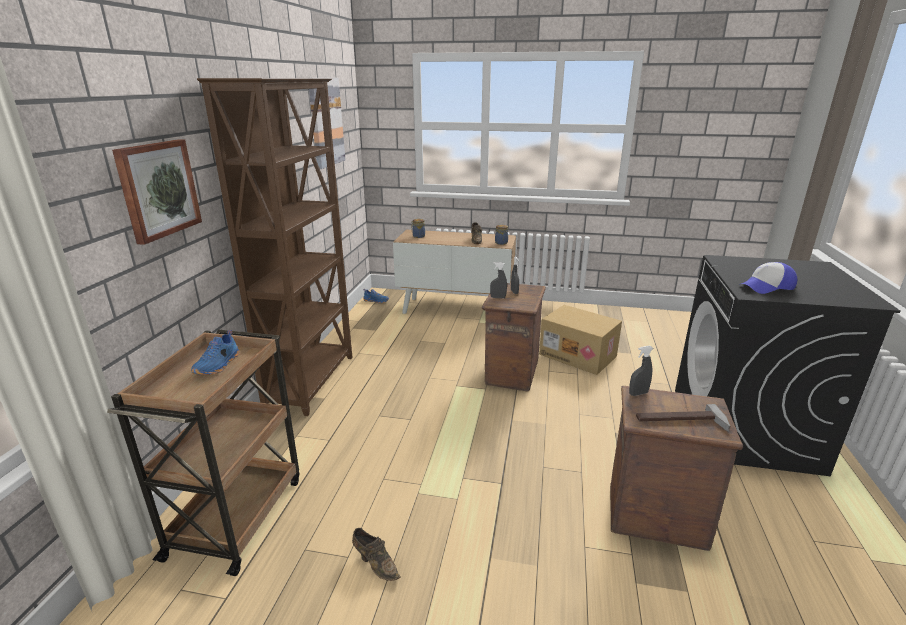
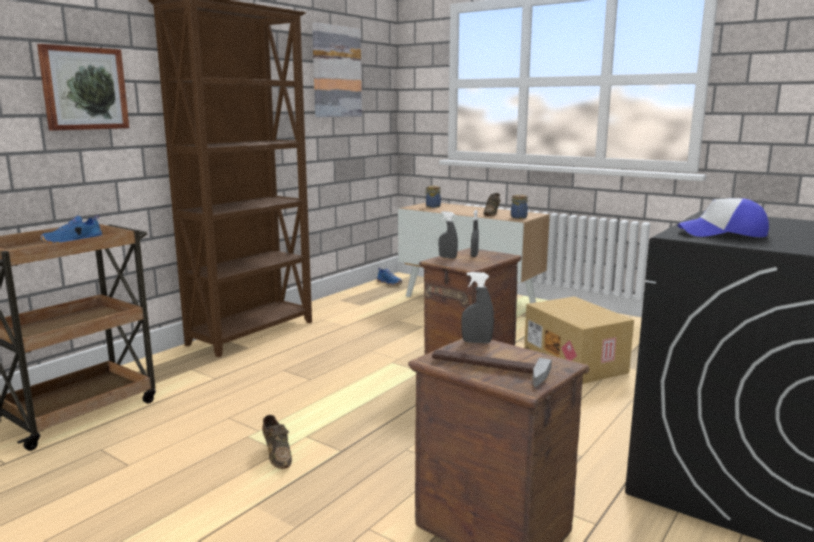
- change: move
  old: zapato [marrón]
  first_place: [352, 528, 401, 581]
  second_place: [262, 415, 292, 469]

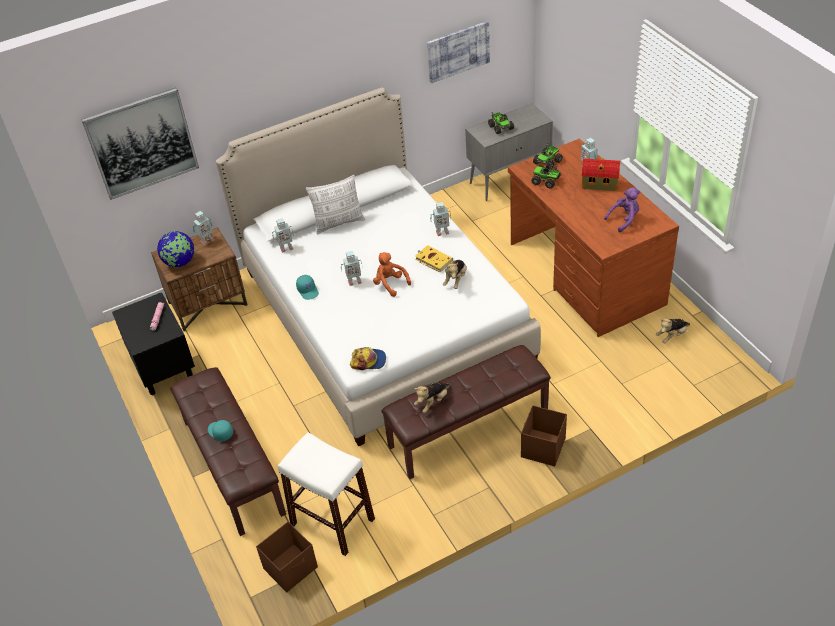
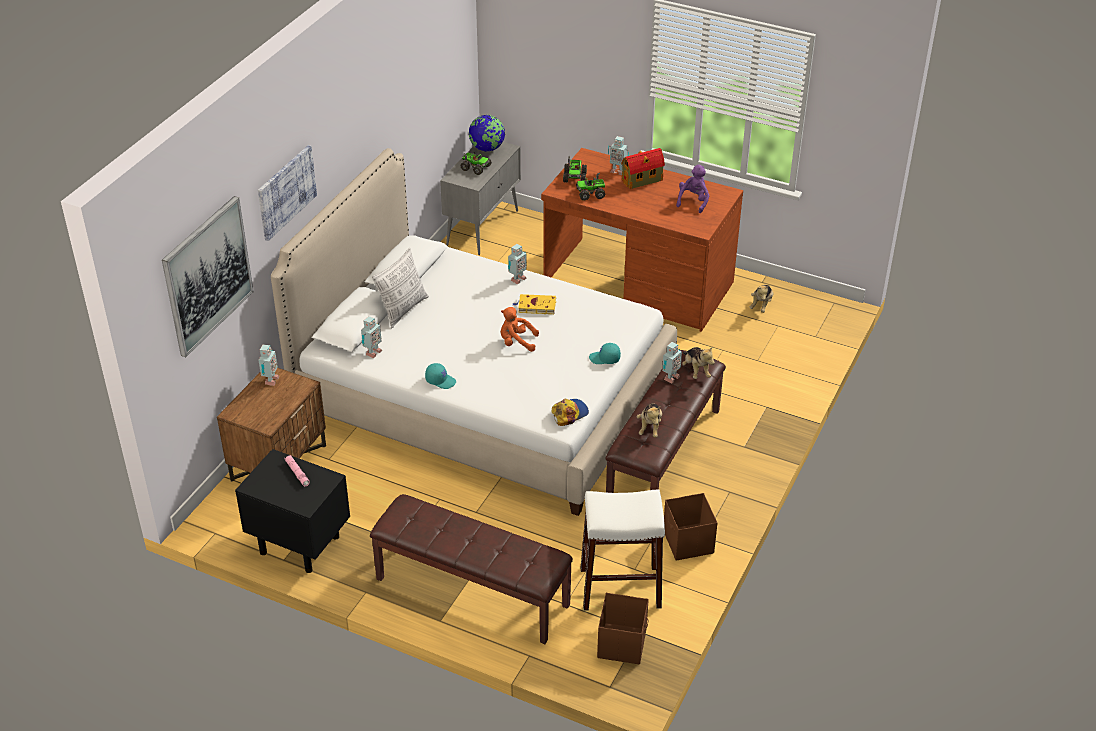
- change: move
  old: cuadro
  first_place: [427, 21, 490, 83]
  second_place: [258, 145, 317, 241]
- change: move
  old: globo terráqueo
  first_place: [157, 231, 194, 267]
  second_place: [469, 115, 505, 151]
- change: move
  old: robot de juguete
  first_place: [341, 251, 363, 286]
  second_place: [662, 342, 682, 384]
- change: move
  old: peluche
  first_place: [443, 260, 467, 289]
  second_place: [682, 346, 715, 379]
- change: move
  old: caja de almacenaje [marrón]
  first_place: [521, 405, 567, 466]
  second_place: [664, 493, 717, 561]
- change: move
  old: gorra [turquesa]
  first_place: [208, 420, 233, 441]
  second_place: [589, 343, 621, 364]

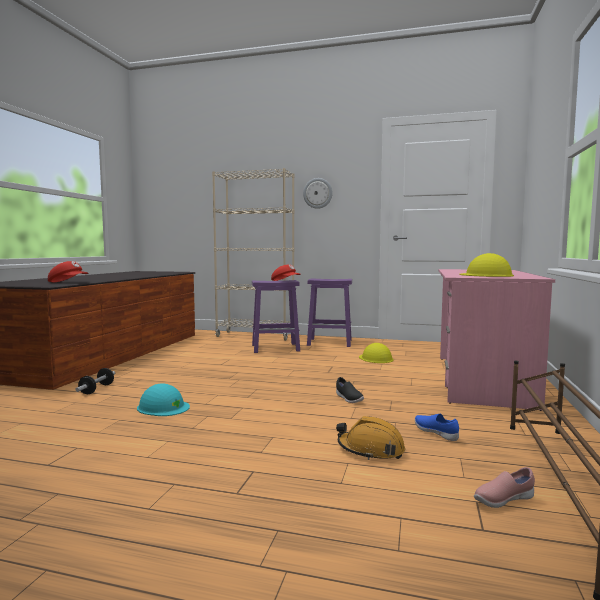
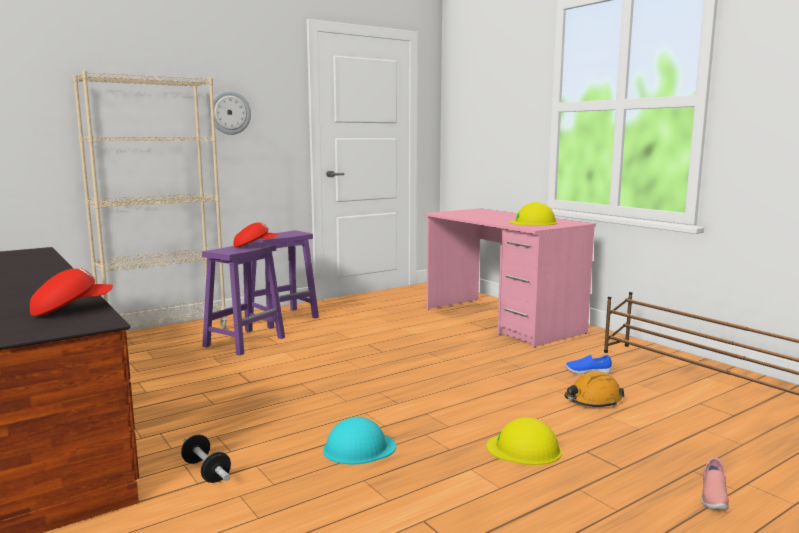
- change: move
  old: casco [amarillo]
  first_place: [359, 343, 394, 363]
  second_place: [487, 417, 562, 465]
- change: delete
  old: zapato [negro]
  first_place: [336, 377, 364, 403]
- change: move
  old: zapato [rosa]
  first_place: [474, 467, 535, 508]
  second_place: [701, 457, 729, 510]

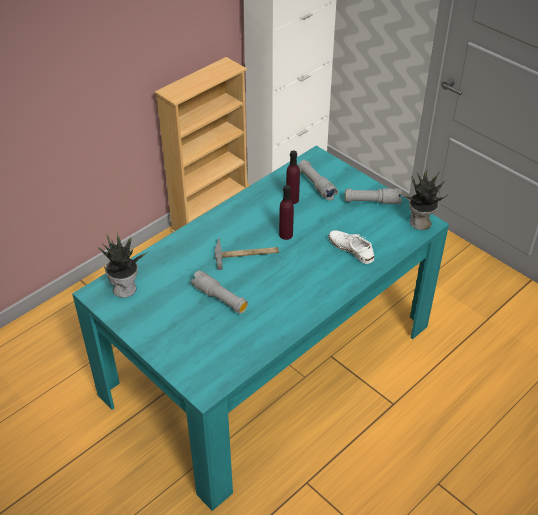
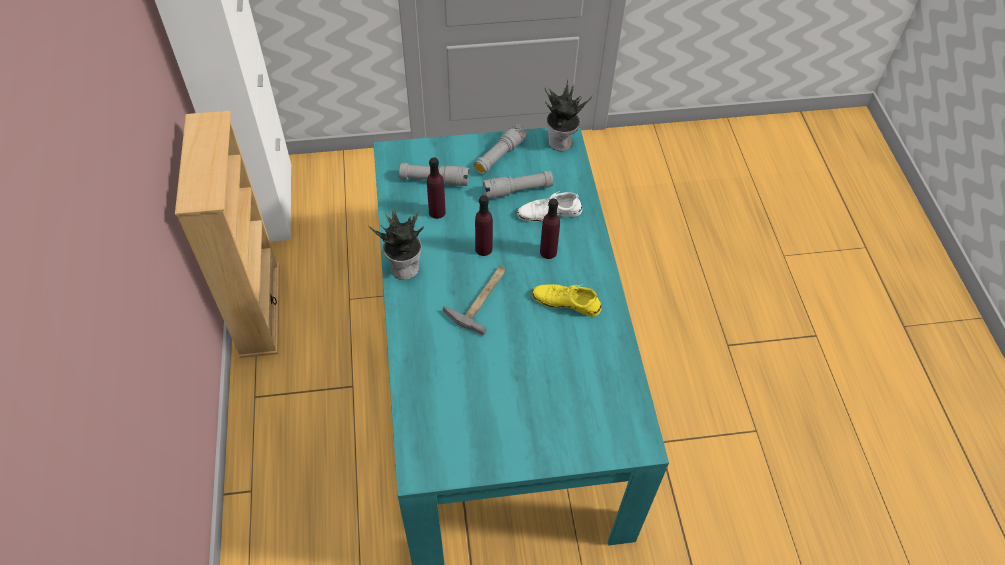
- change: move
  old: planta en maceta
  first_place: [98, 232, 148, 298]
  second_place: [368, 208, 424, 280]
- change: move
  old: linterna [gris]
  first_place: [191, 271, 248, 314]
  second_place: [483, 171, 553, 199]
- change: insert
  new: botella [morado]
  second_place: [540, 198, 560, 259]
- change: insert
  new: zapato [amarillo]
  second_place: [532, 284, 601, 317]

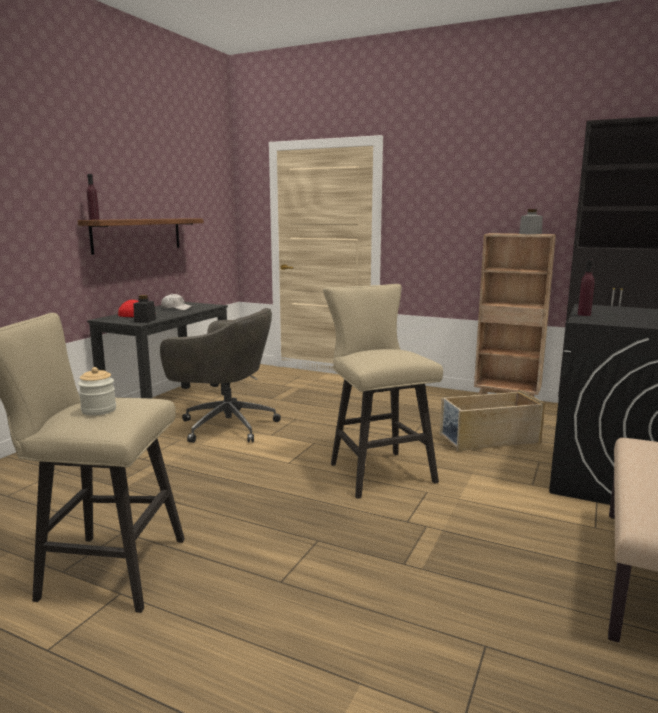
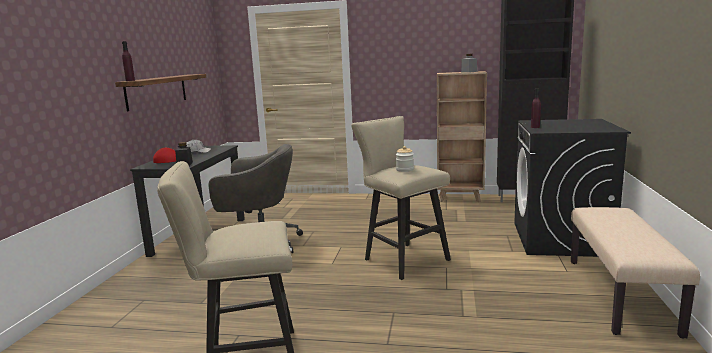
- change: move
  old: tarro
  first_place: [78, 367, 116, 416]
  second_place: [396, 146, 414, 172]
- change: delete
  old: caja de almacenaje [beis]
  first_place: [440, 390, 545, 451]

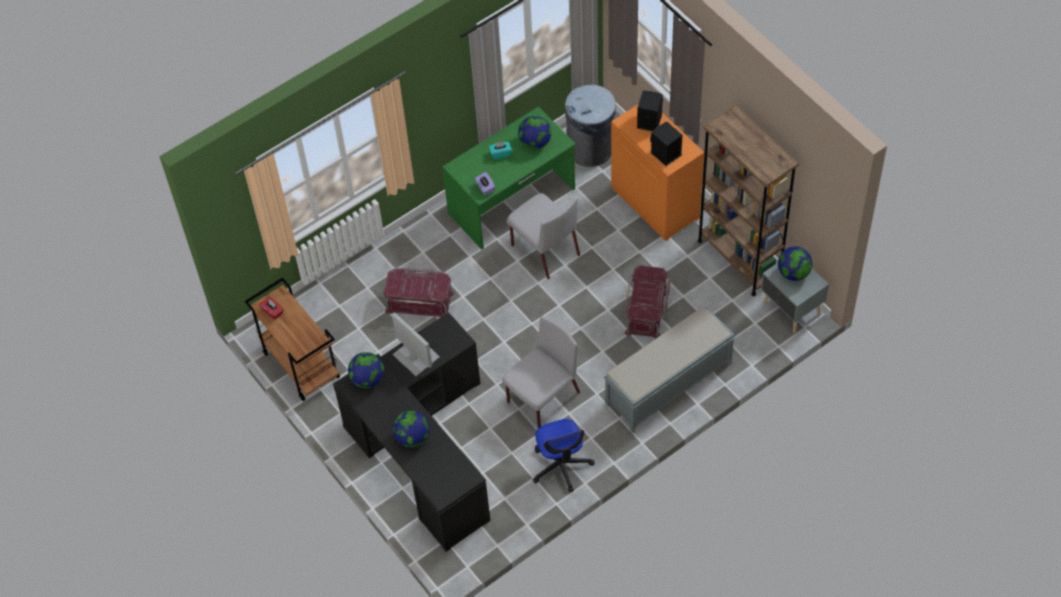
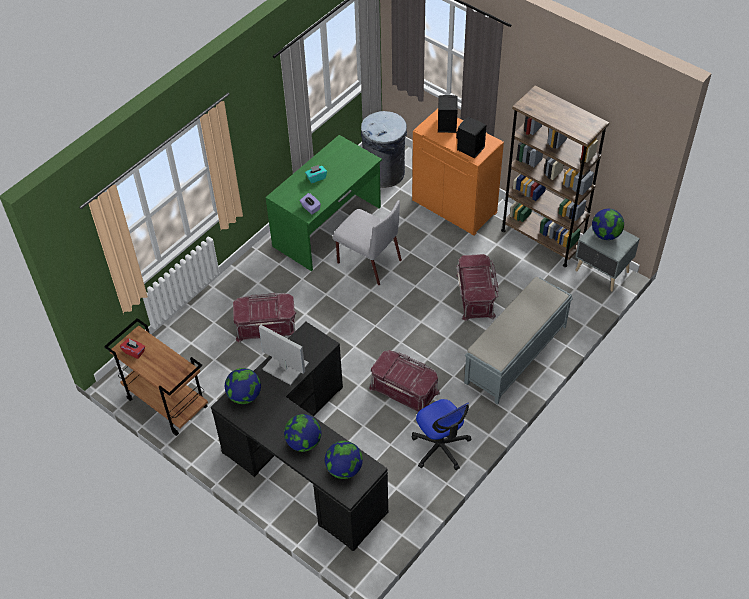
- change: move
  old: globo terráqueo
  first_place: [518, 116, 551, 149]
  second_place: [325, 441, 363, 479]
- change: replace
  old: silla [gris]
  new: caja de almacenaje [rojo]
  first_place: [502, 316, 580, 428]
  second_place: [369, 350, 440, 412]

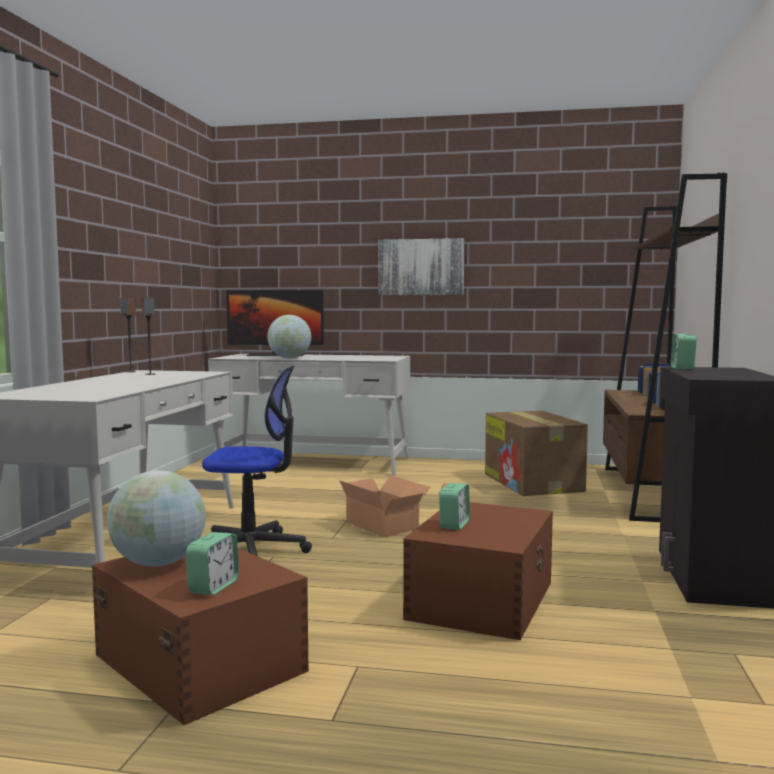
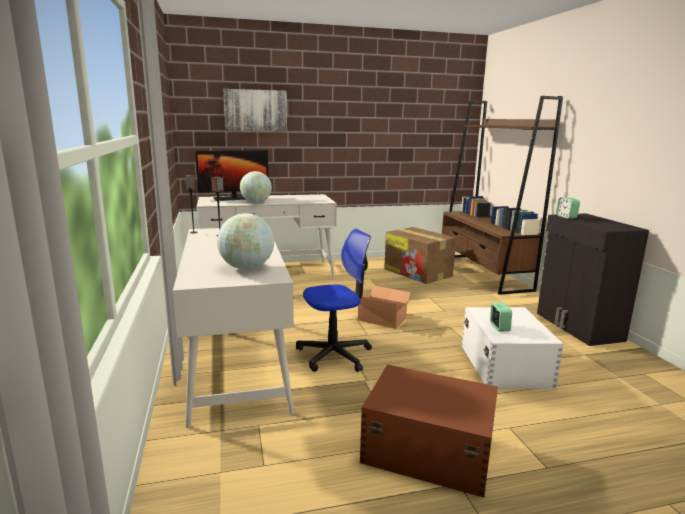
- change: move
  old: cuadro
  first_place: [378, 238, 464, 295]
  second_place: [224, 89, 287, 132]
- change: move
  old: globo terráqueo
  first_place: [107, 470, 206, 567]
  second_place: [217, 213, 274, 270]
- change: recolor
  old: caja de almacenaje [marrón]
  new: caja de almacenaje [blanco]
  first_place: [403, 502, 553, 640]
  second_place: [462, 307, 563, 389]
- change: delete
  old: despertador
  first_place: [186, 532, 239, 595]

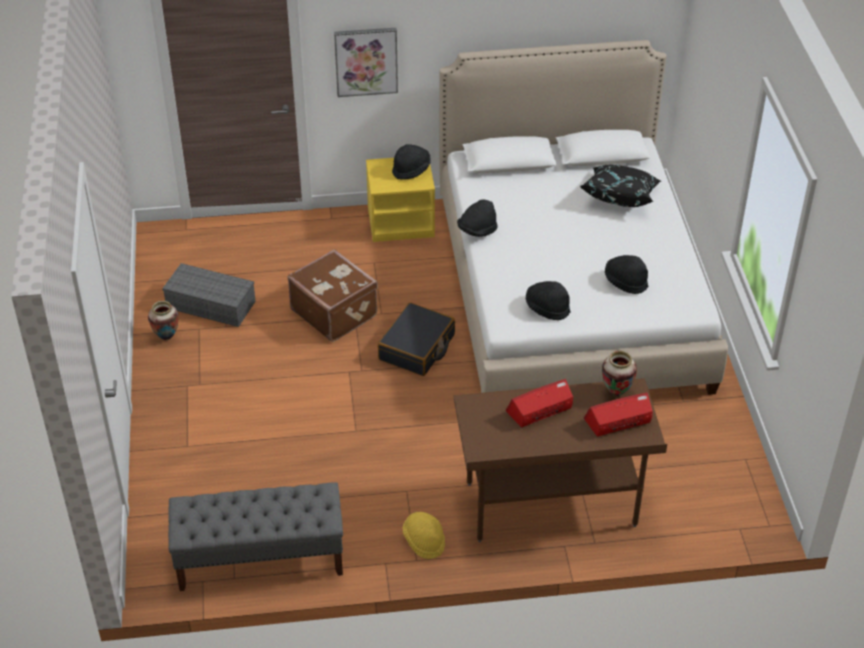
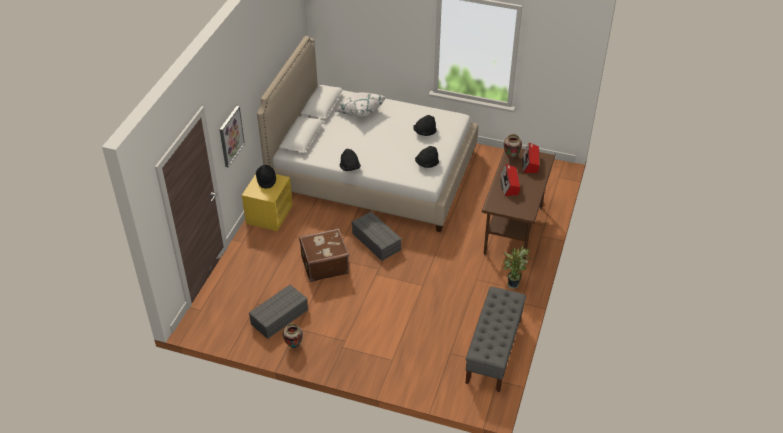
- change: recolor
  old: cojín [negro]
  new: cojín [blanco]
  first_place: [580, 165, 661, 207]
  second_place: [334, 92, 386, 117]
- change: replace
  old: maleta [negro]
  new: caja de almacenaje [gris]
  first_place: [378, 302, 455, 376]
  second_place: [352, 211, 402, 261]
- change: replace
  old: sombrero [amarillo]
  new: planta en maceta
  first_place: [402, 512, 445, 559]
  second_place: [503, 245, 531, 289]

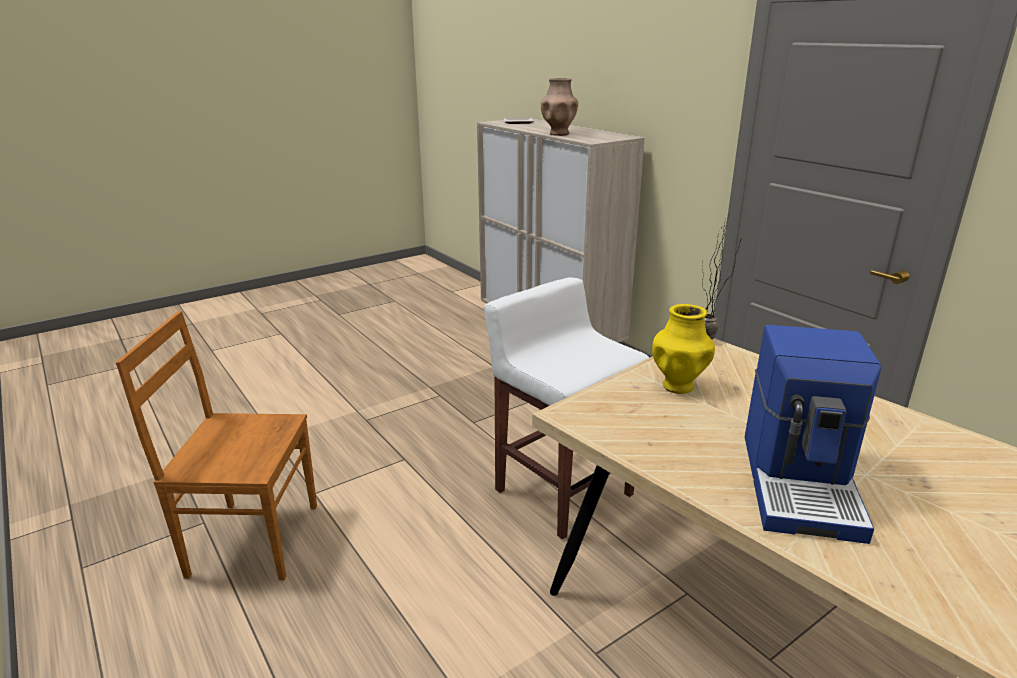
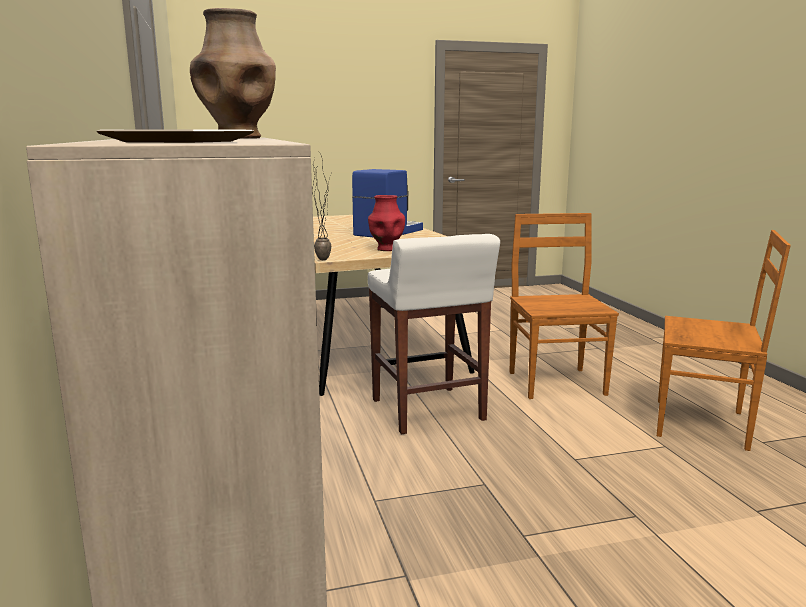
- change: recolor
  old: florero [amarillo]
  new: florero [rojo]
  first_place: [652, 304, 715, 394]
  second_place: [368, 195, 405, 251]
- change: insert
  new: silla [marrón]
  second_place: [509, 213, 619, 399]

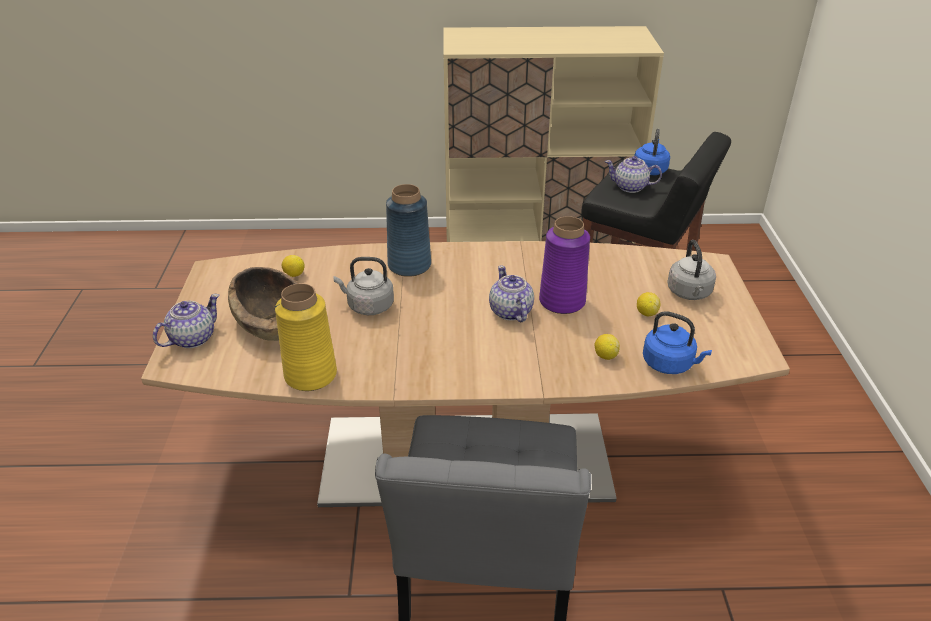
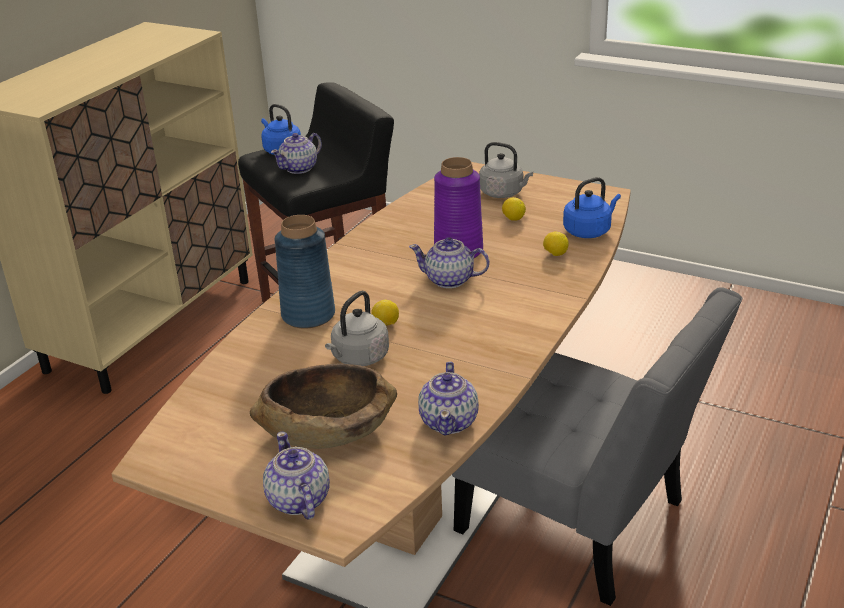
- change: move
  old: limón
  first_place: [282, 255, 305, 277]
  second_place: [371, 300, 399, 326]
- change: replace
  old: florero [amarillo]
  new: tetera
  first_place: [275, 283, 337, 391]
  second_place: [418, 361, 479, 436]

